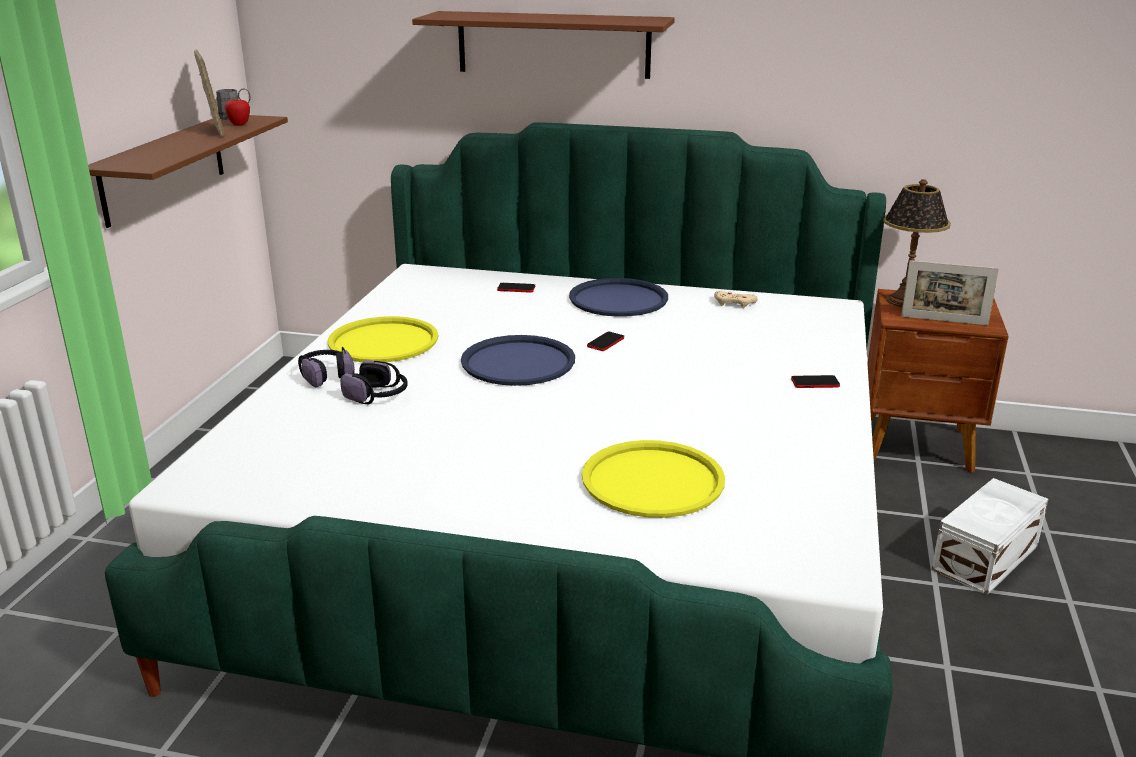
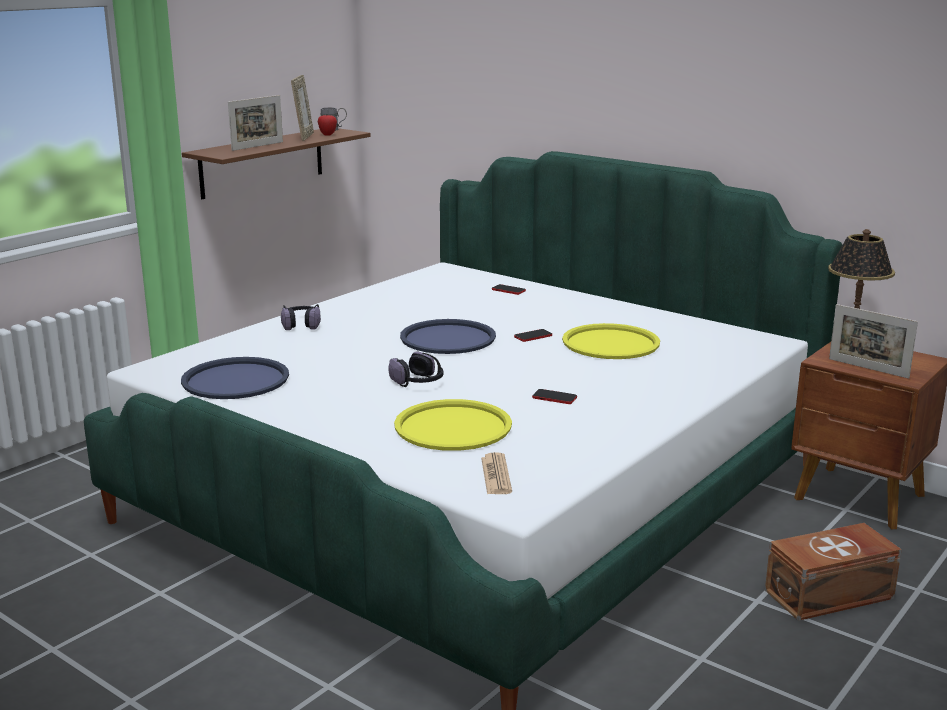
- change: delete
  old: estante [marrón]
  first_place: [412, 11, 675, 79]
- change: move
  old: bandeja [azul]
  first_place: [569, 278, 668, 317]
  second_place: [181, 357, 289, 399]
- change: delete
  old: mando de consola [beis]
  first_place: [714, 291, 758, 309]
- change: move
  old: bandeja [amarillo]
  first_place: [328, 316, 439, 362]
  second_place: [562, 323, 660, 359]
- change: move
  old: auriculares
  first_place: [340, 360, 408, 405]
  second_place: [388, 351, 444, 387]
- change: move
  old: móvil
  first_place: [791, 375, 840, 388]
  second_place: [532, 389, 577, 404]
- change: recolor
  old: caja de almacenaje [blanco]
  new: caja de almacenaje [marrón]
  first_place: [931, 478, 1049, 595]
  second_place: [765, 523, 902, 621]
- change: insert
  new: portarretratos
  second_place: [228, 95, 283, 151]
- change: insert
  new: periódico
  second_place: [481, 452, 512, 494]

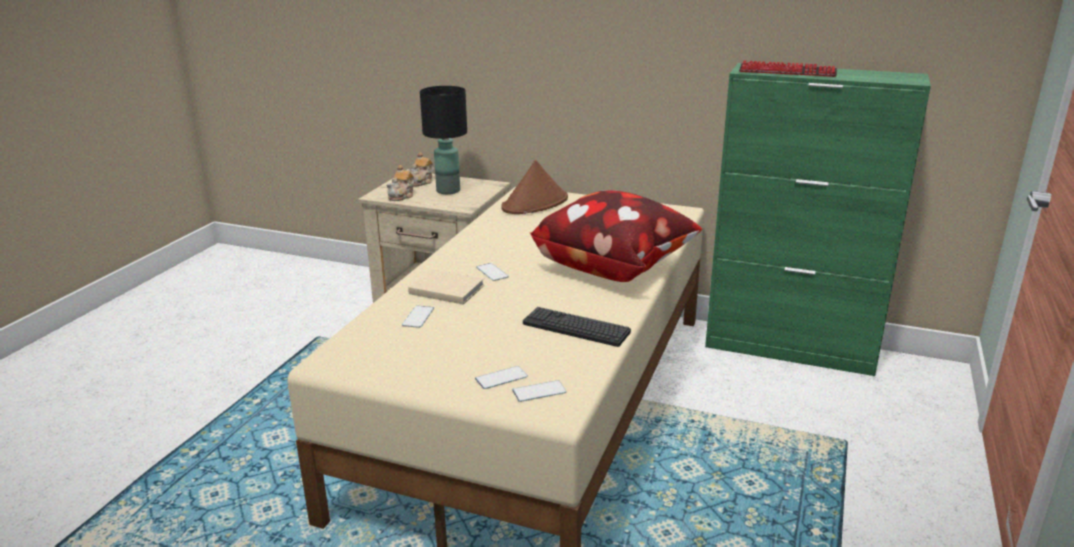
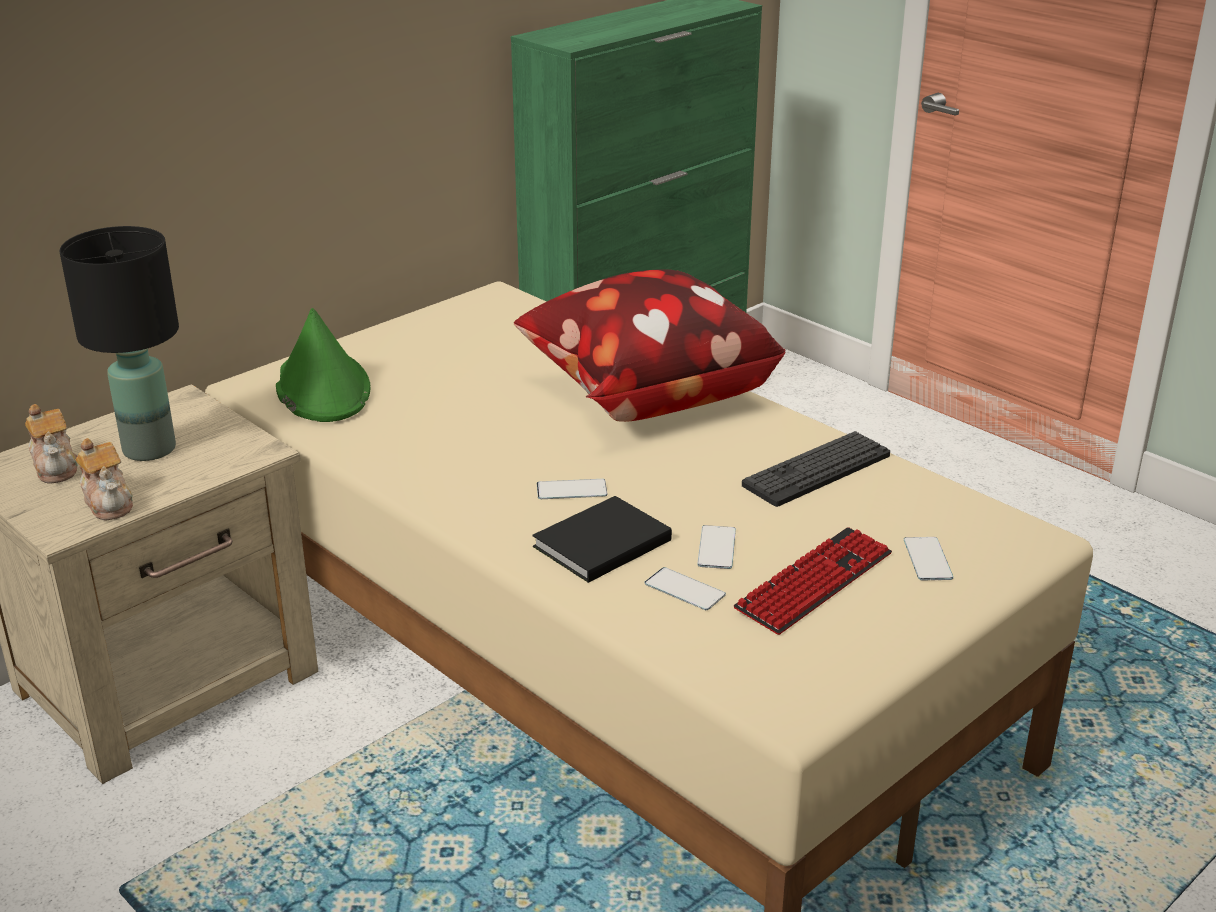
- change: move
  old: teclado
  first_place: [739, 61, 837, 77]
  second_place: [734, 527, 892, 635]
- change: recolor
  old: sombrero [marrón]
  new: sombrero [verde]
  first_place: [501, 160, 568, 214]
  second_place: [276, 308, 371, 422]
- change: recolor
  old: libro [beis]
  new: libro [negro]
  first_place: [408, 269, 484, 305]
  second_place: [532, 496, 672, 583]
- change: move
  old: móvil
  first_place: [512, 380, 566, 402]
  second_place: [697, 525, 736, 569]

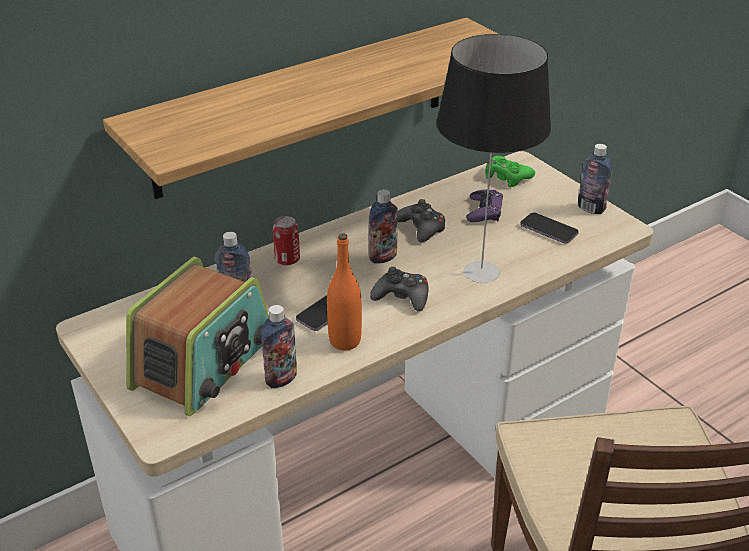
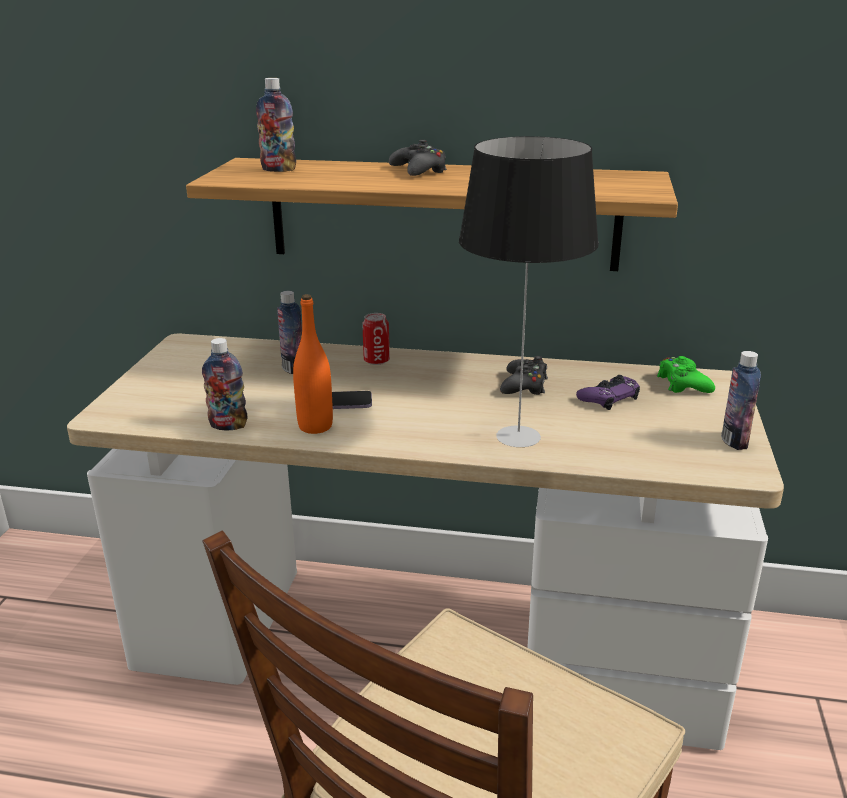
- change: move
  old: botella
  first_place: [369, 189, 398, 264]
  second_place: [256, 78, 296, 172]
- change: delete
  old: móvil
  first_place: [520, 213, 579, 244]
- change: delete
  old: radio
  first_place: [126, 257, 269, 416]
- change: move
  old: mando de consola [negro]
  first_place: [370, 267, 429, 312]
  second_place: [389, 140, 447, 176]

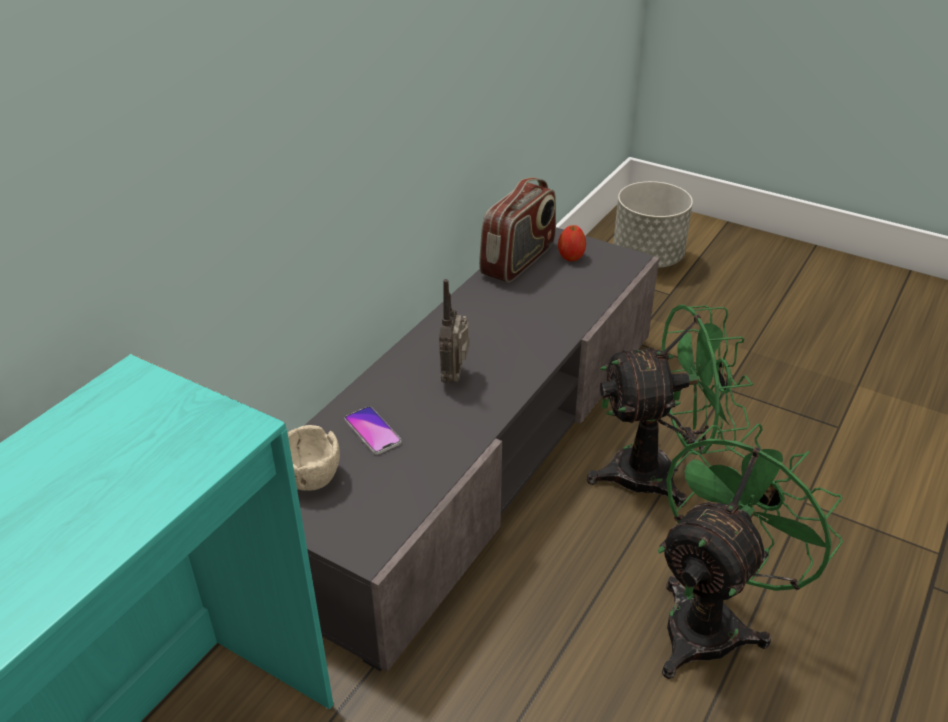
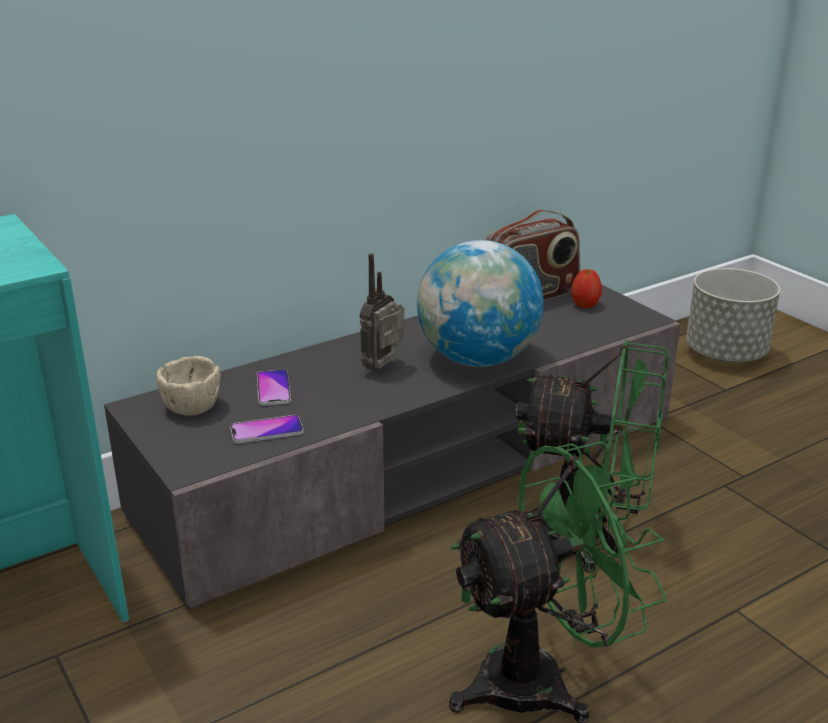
- change: insert
  new: globo terráqueo
  second_place: [417, 240, 544, 367]
- change: insert
  new: móvil
  second_place: [230, 415, 303, 443]

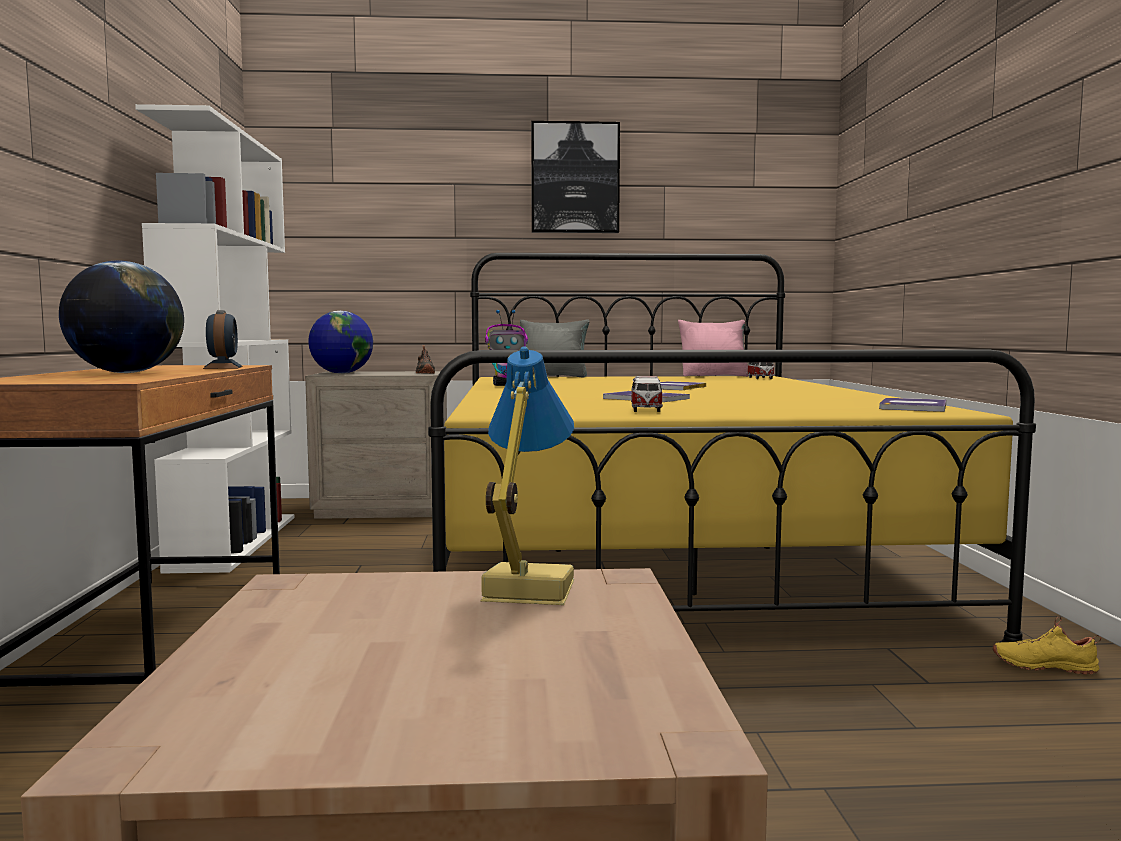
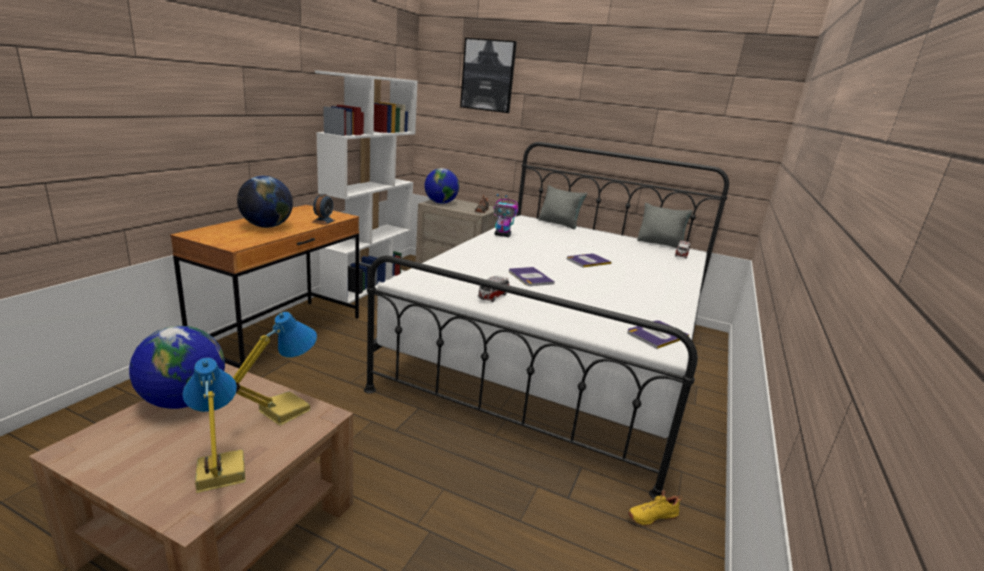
- change: move
  old: cuadro
  first_place: [531, 121, 620, 233]
  second_place: [460, 38, 517, 113]
- change: recolor
  old: cama [amarillo]
  new: cama [blanco]
  first_place: [428, 253, 1036, 642]
  second_place: [364, 142, 729, 499]
- change: recolor
  old: cojín [rosa]
  new: cojín [gris]
  first_place: [678, 320, 749, 377]
  second_place: [637, 203, 693, 248]
- change: rotate
  old: zapato [amarillo]
  first_place: [993, 617, 1101, 675]
  second_place: [628, 490, 682, 526]
  degrees: -60
- change: insert
  new: globo terráqueo
  second_place: [129, 326, 225, 409]
- change: insert
  new: lámpara de mesa
  second_place: [182, 358, 246, 493]

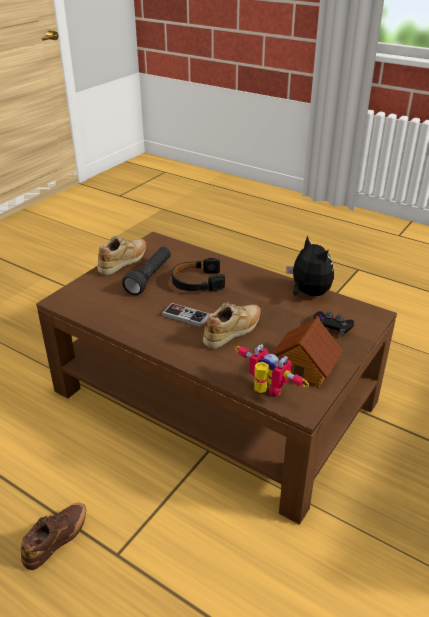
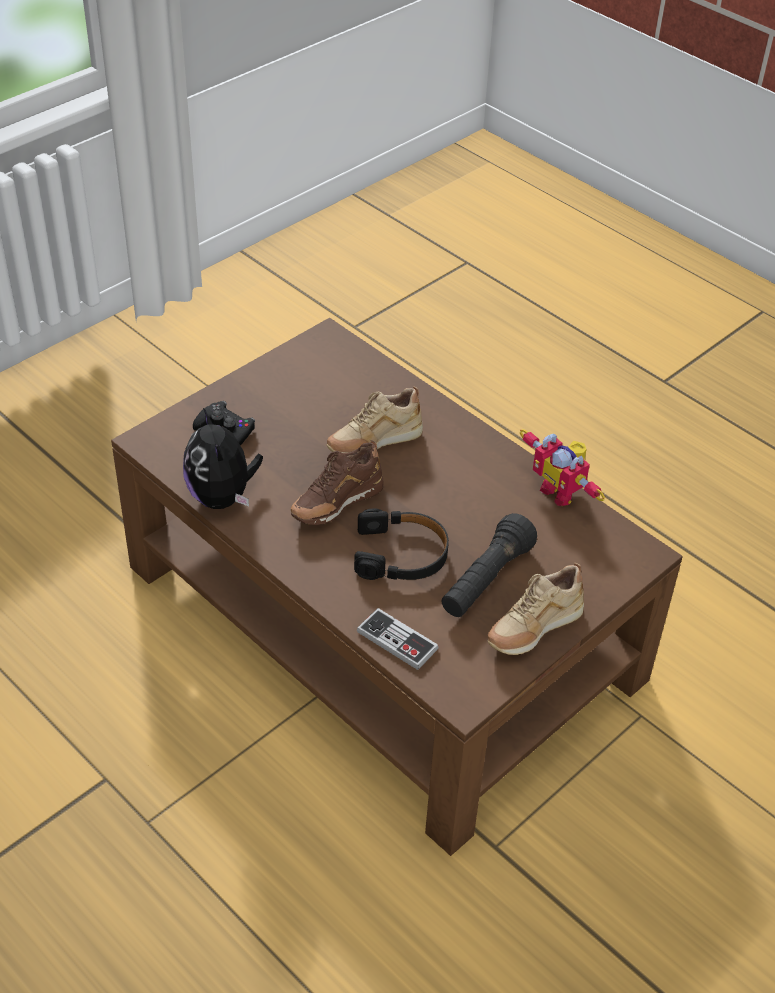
- change: move
  old: mando de consola
  first_place: [162, 303, 209, 327]
  second_place: [357, 608, 439, 670]
- change: delete
  old: casita
  first_place: [272, 317, 343, 387]
- change: move
  old: robot de juguete
  first_place: [235, 344, 309, 397]
  second_place: [520, 429, 605, 506]
- change: move
  old: zapato [marrón]
  first_place: [21, 503, 86, 570]
  second_place: [291, 440, 383, 525]

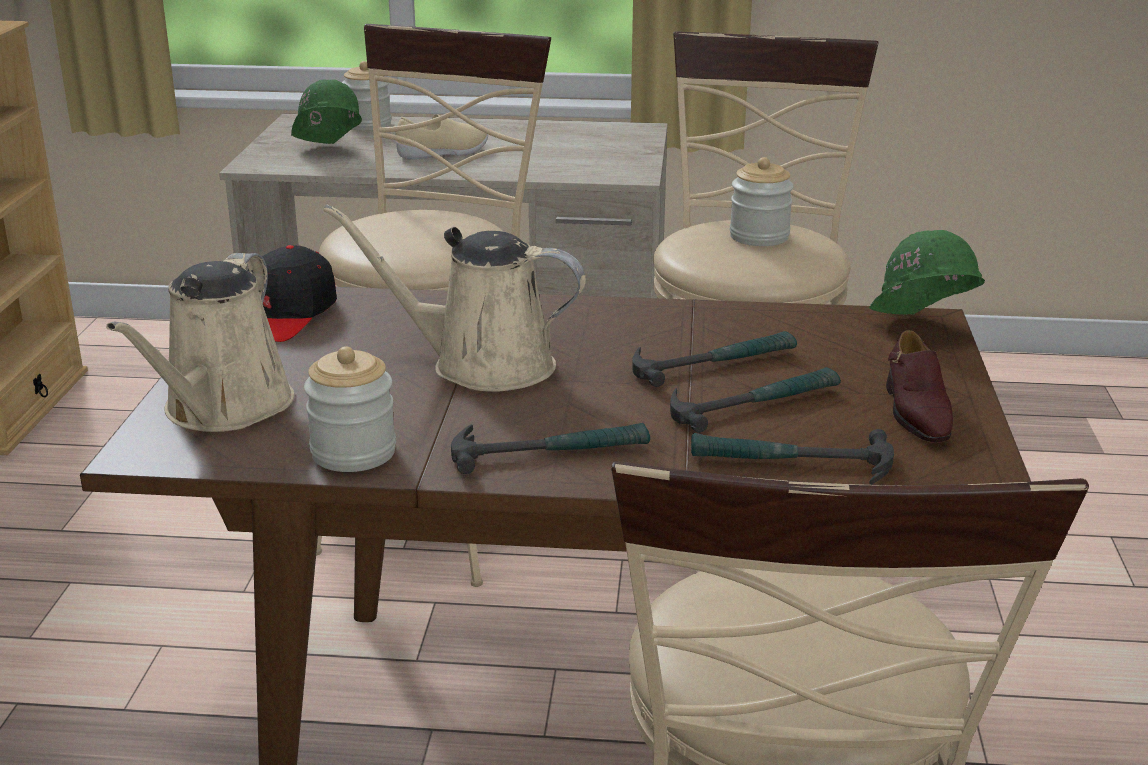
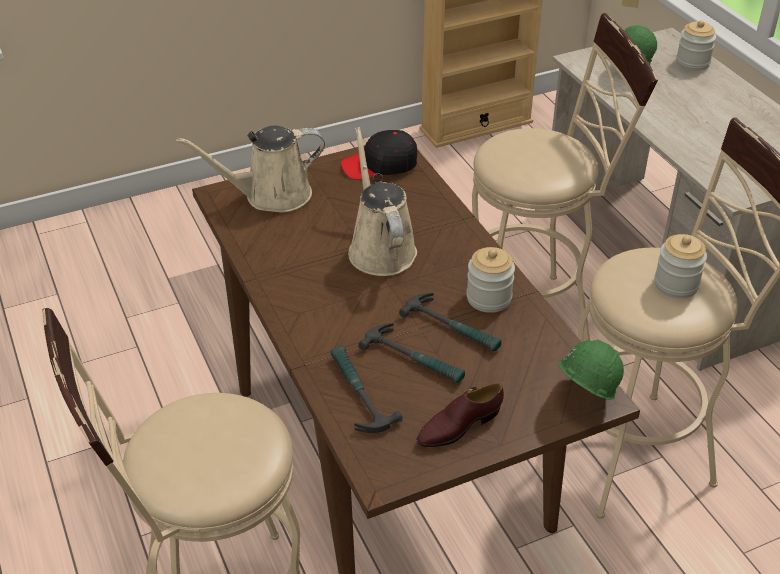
- change: delete
  old: zapato [beis]
  first_place: [396, 114, 488, 159]
- change: move
  old: tarro
  first_place: [304, 346, 396, 472]
  second_place: [466, 247, 515, 313]
- change: delete
  old: martillo
  first_place: [451, 423, 650, 474]

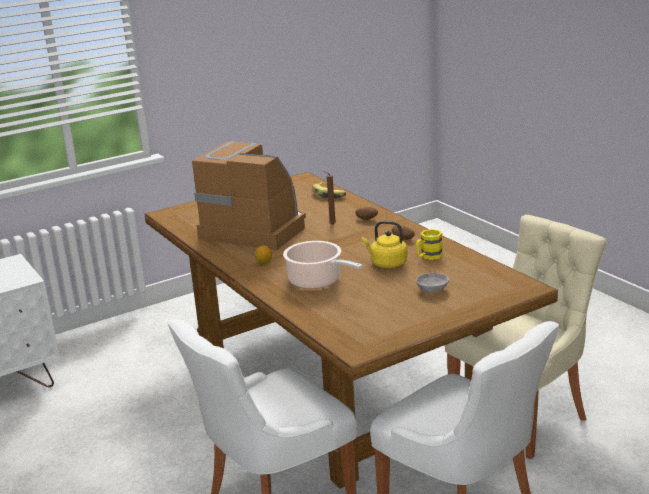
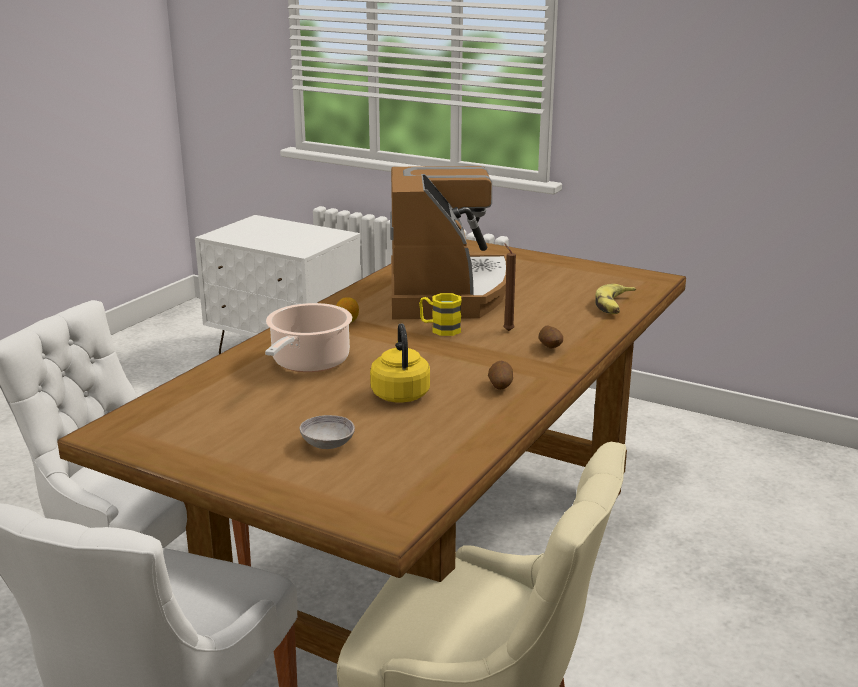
- change: move
  old: taza grande [amarillo]
  first_place: [416, 229, 443, 260]
  second_place: [419, 293, 461, 336]

